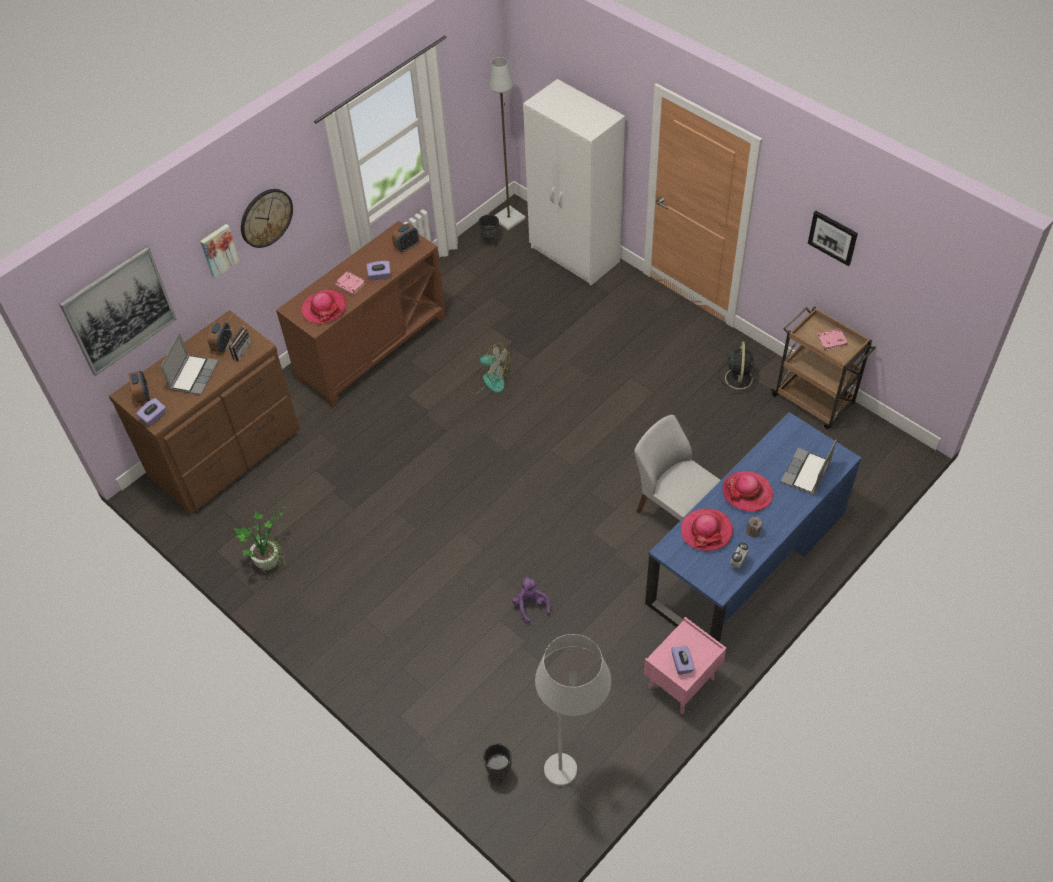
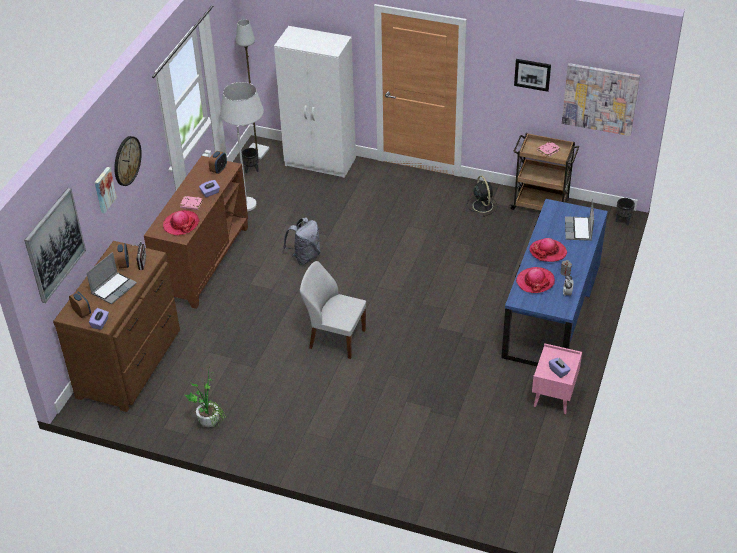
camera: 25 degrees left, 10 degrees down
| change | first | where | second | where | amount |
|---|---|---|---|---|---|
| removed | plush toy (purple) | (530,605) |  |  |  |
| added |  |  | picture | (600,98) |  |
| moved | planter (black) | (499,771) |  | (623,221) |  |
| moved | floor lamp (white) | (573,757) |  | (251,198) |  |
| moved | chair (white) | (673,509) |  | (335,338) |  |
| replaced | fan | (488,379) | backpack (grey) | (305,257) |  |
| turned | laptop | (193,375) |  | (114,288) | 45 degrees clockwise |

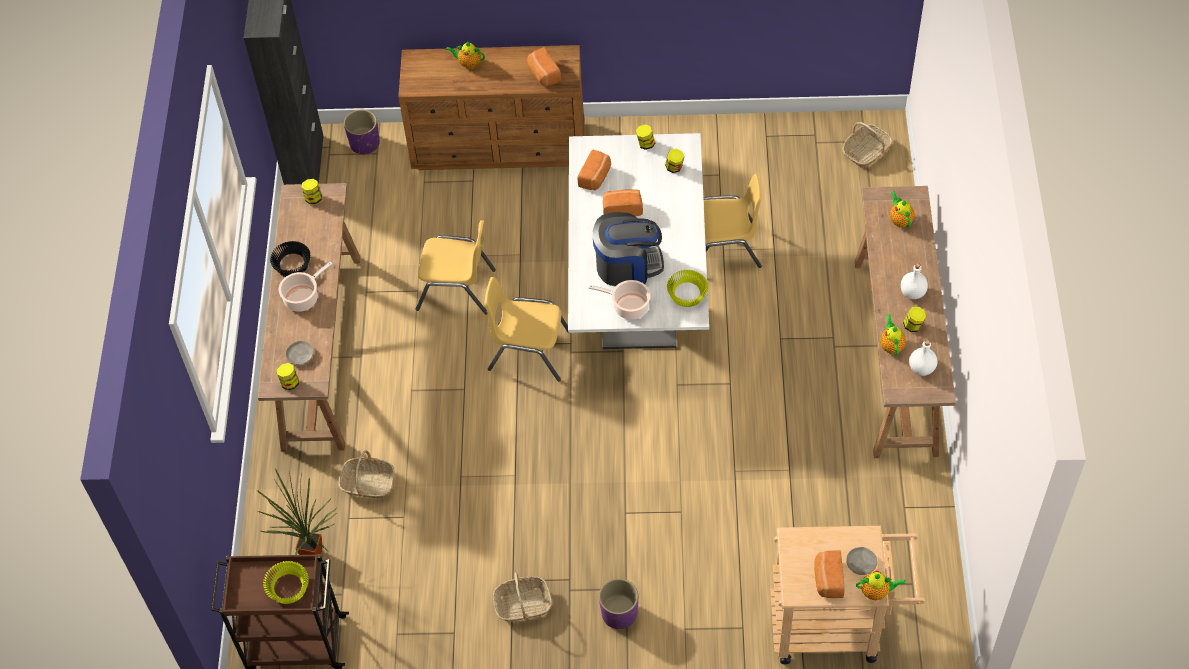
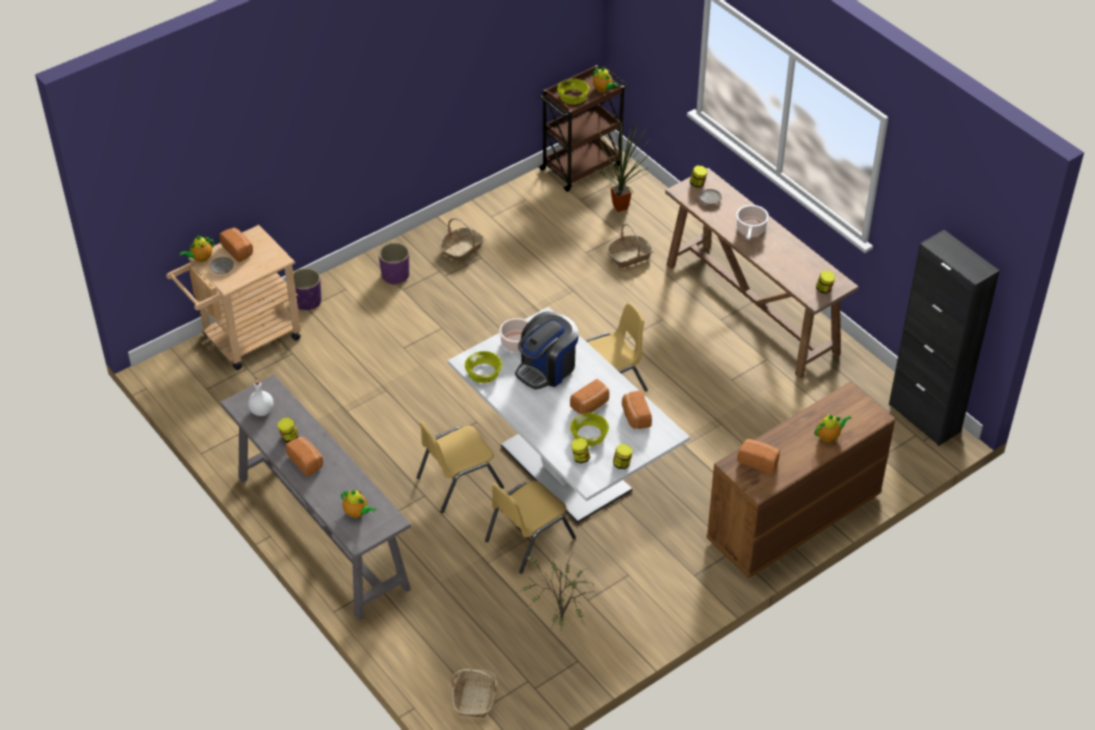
camera: 140 degrees right, 10 degrees down
| change | first | where | second | where | amount |
|---|---|---|---|---|---|
| removed | bowl (black) | (291,265) |  |  |  |
| added |  |  | potted plant | (558,622) |  |
| added |  |  | bowl (yellow) | (590,435) |  |
| moved | planter (purple) | (365,144) |  | (307,301) |  |
| moved | chair (yellow) | (456,289) |  | (458,482) |  |
| moved | teapot | (891,345) |  | (603,89) |  |
| replaced | bottle (white) | (912,292) | bread | (306,461) |  |
| recoloured | console table (brown) | (895,357) | console table (grey) | (321,531) |  |

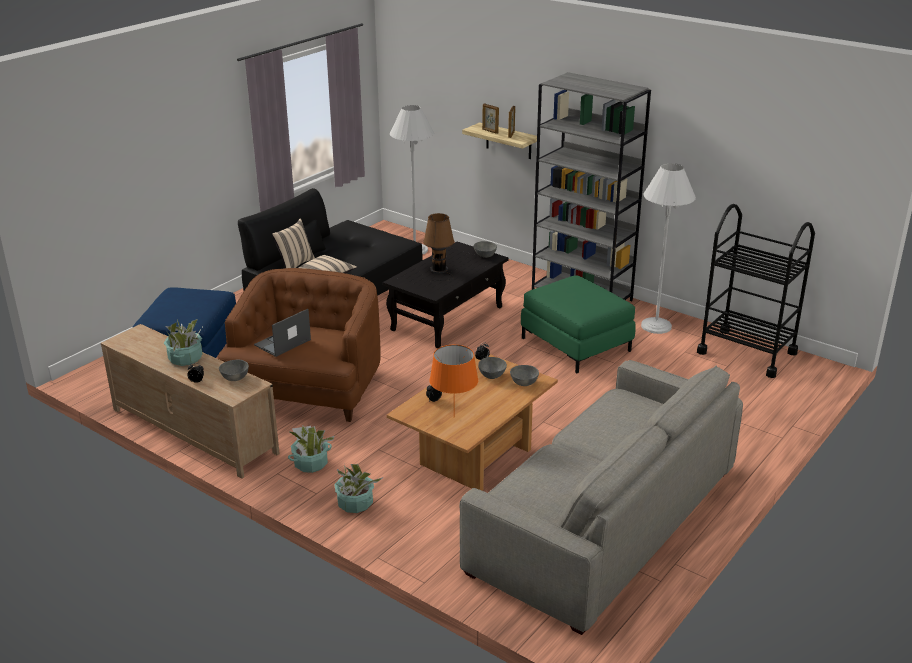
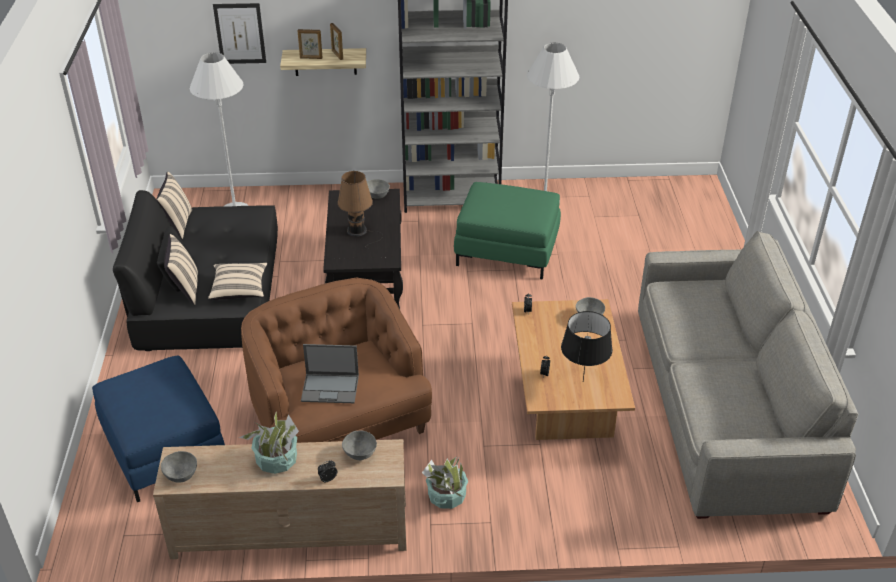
camera: 40 degrees left, 10 degrees up
| change | first | where | second | where | amount |
|---|---|---|---|---|---|
| removed | potted plant | (355,503) |  |  |  |
| removed | cart (black) | (746,352) |  |  |  |
| added |  |  | pillow (beige) | (177,224) |  |
| added |  |  | picture | (240,33) |  |
| moved | bowl (grey) | (492,375) |  | (181,474) |  |
| recoloured | table lamp (orange) | (454,417) | table lamp (black) | (582,381) |  |
| turned | laptop | (282,343) |  | (331,388) | 90 degrees counterclockwise |

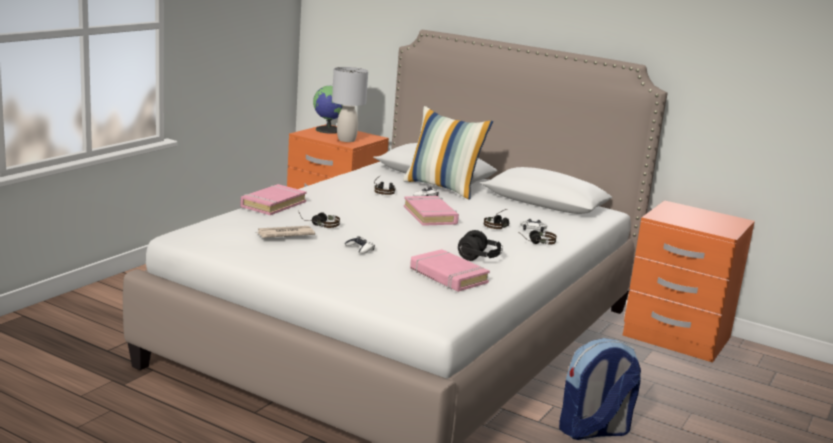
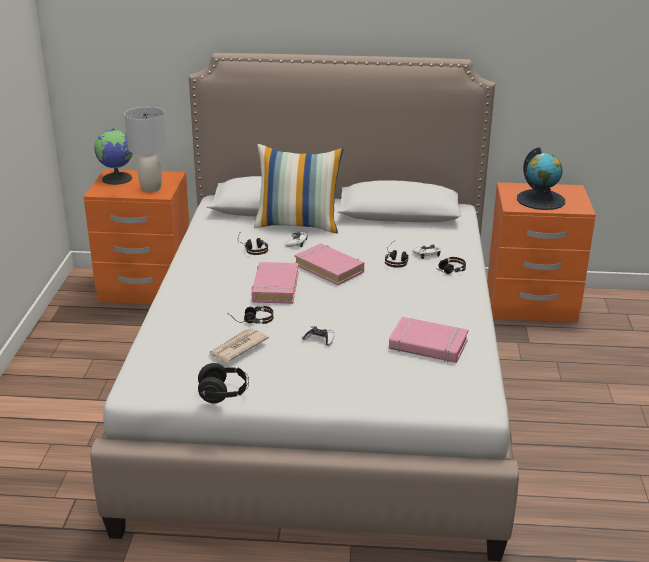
camera: 25 degrees left, 10 degrees up
| change | first | where | second | where | amount |
|---|---|---|---|---|---|
| removed | backpack | (593,431) |  |  |  |
| added |  |  | globe | (541,200) |  |
| moved | book (pink) | (273,204) |  | (275,287) |  |
| moved | headphones (black) | (479,258) |  | (224,394) |  |

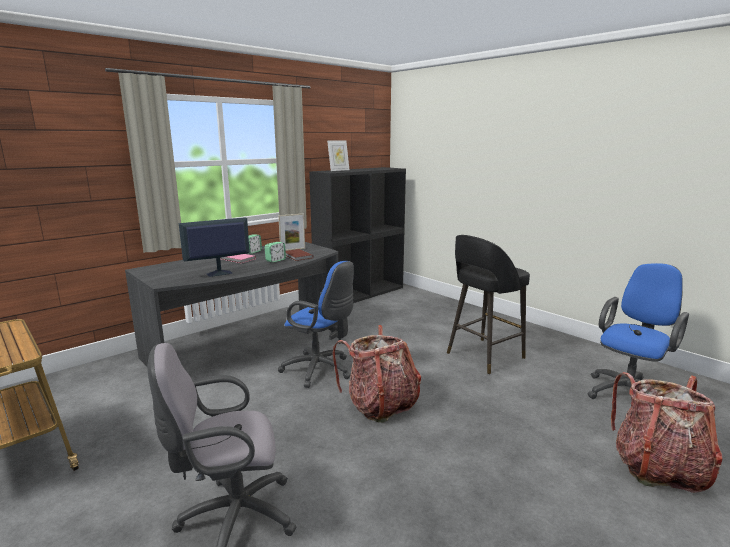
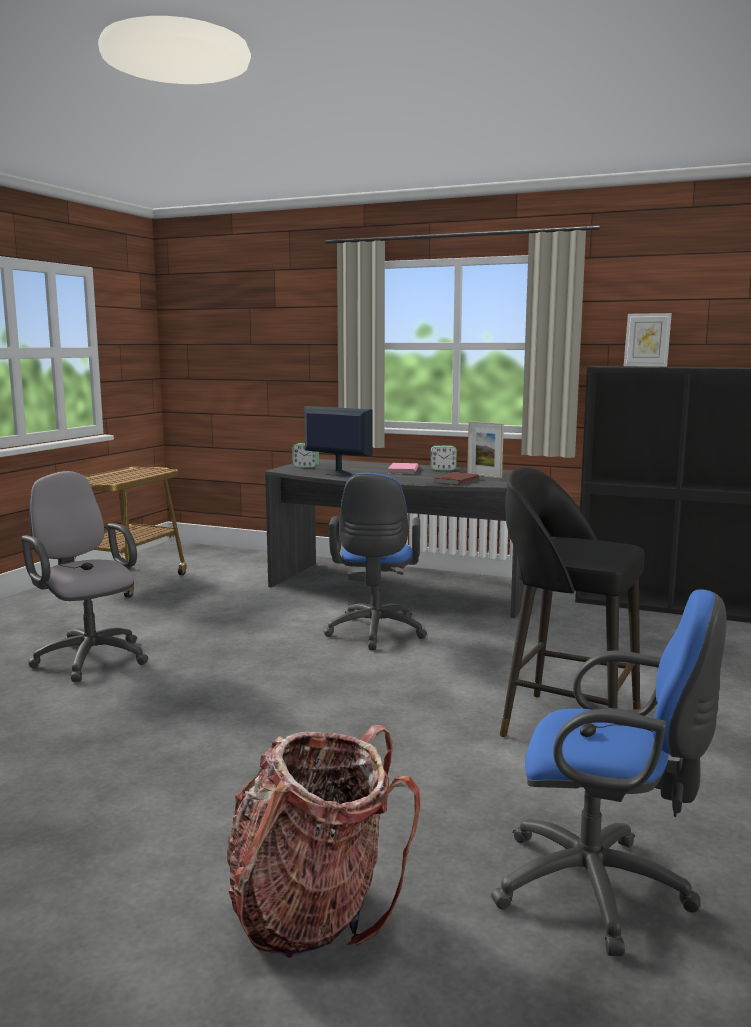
camera: 65 degrees right, 5 degrees down
| change | first | where | second | where | amount |
|---|---|---|---|---|---|
| removed | backpack | (380,405) |  |  |  |
| moved | alarm clock | (275,260) |  | (305,466) |  |

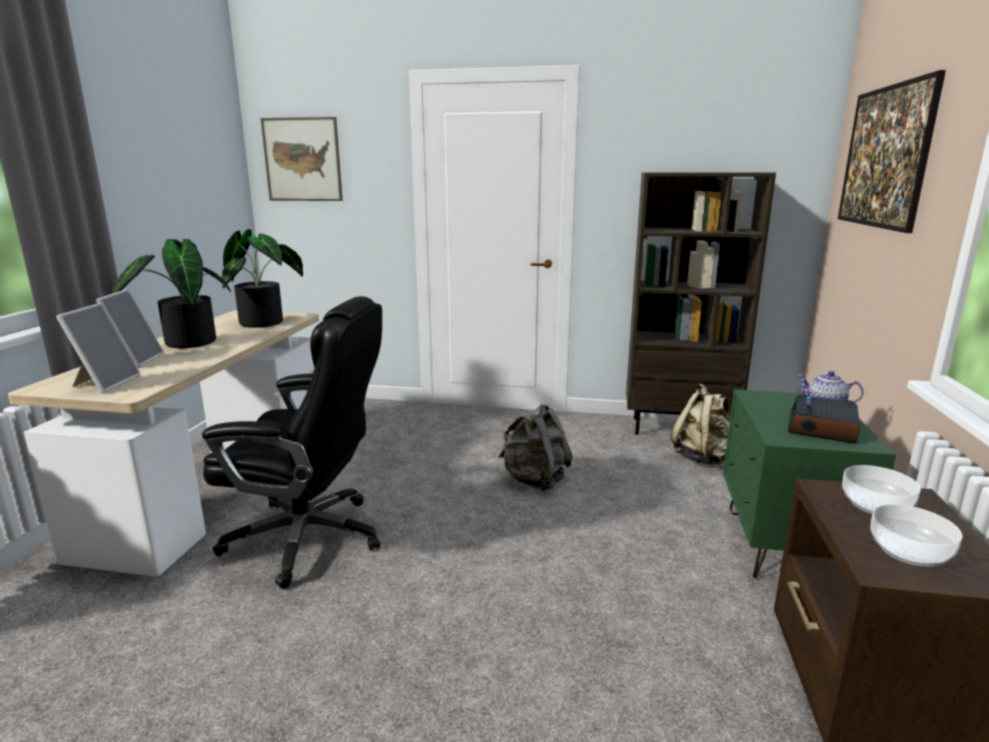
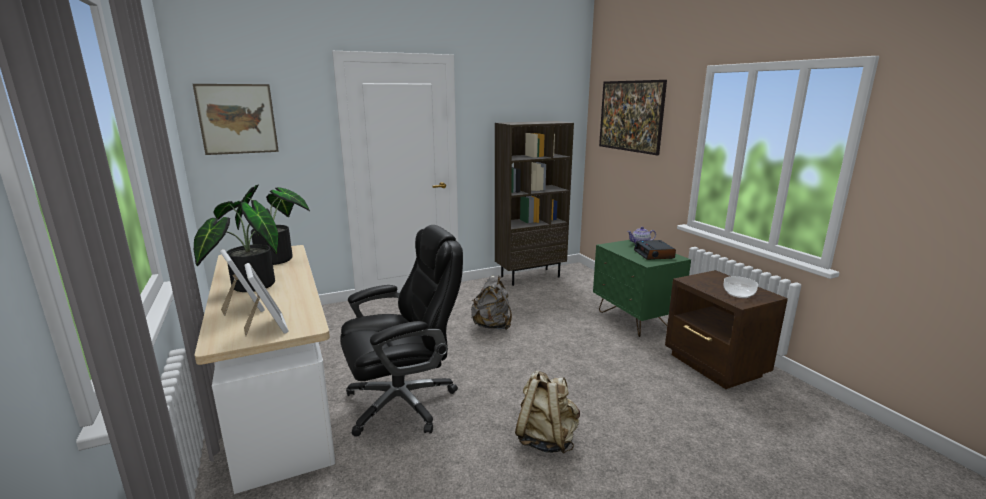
camera: 35 degrees left, 0 degrees up
| change | first | where | second | where | amount |
|---|---|---|---|---|---|
| removed | bowl | (876,505) |  |  |  |
| moved | backpack (beige) | (703,458) |  | (546,439) |  |

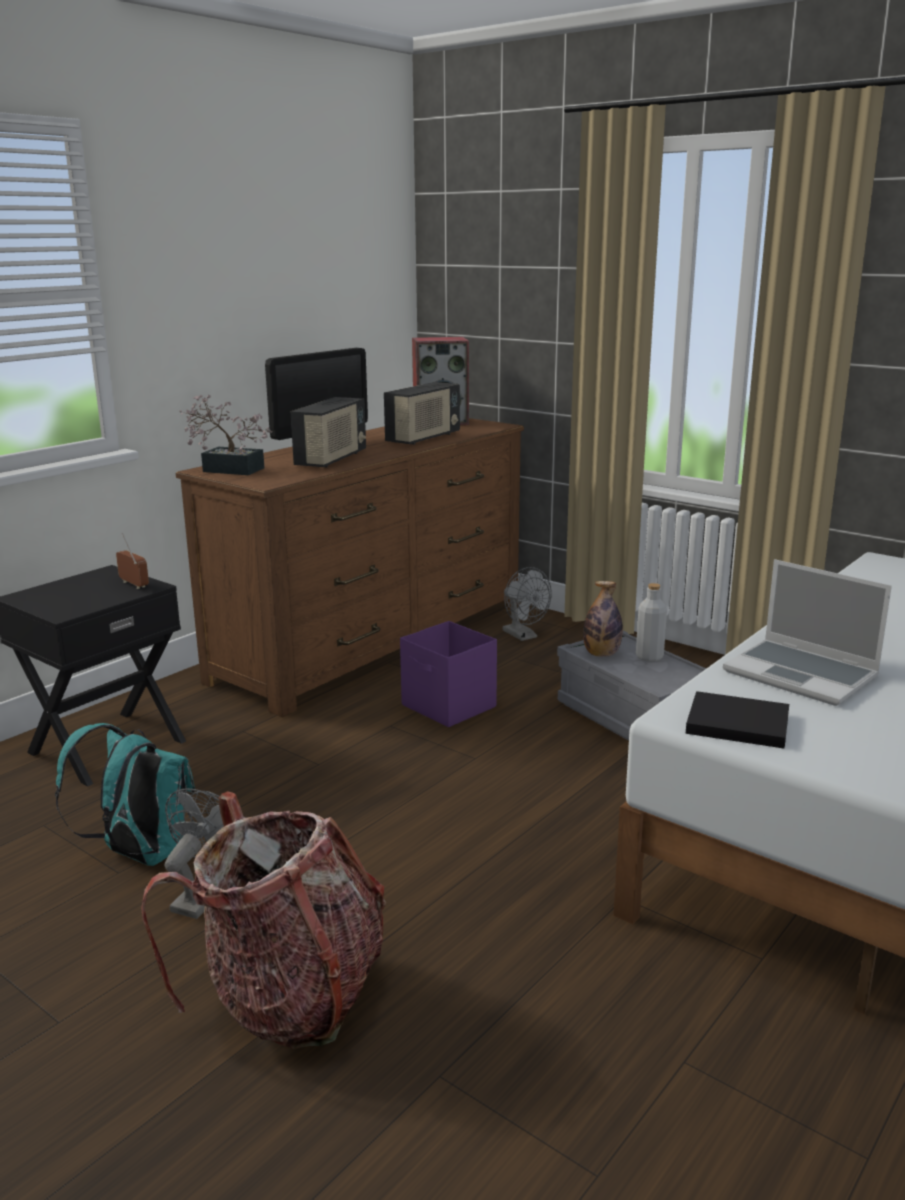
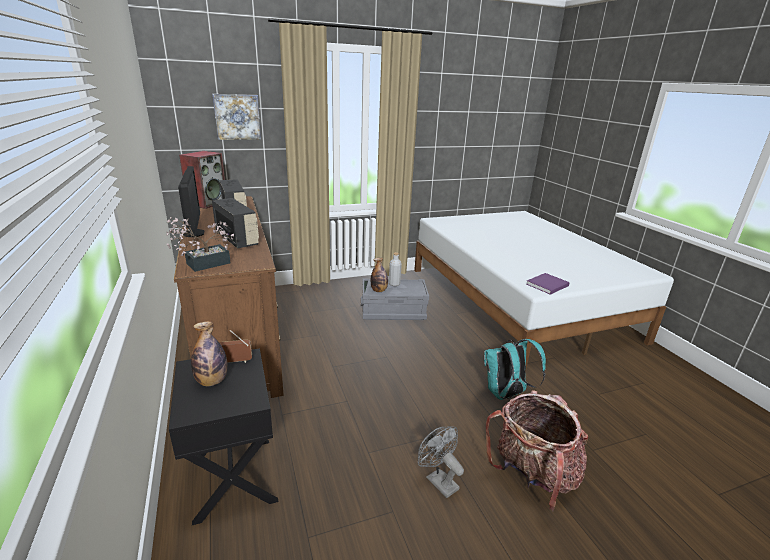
camera: 60 degrees left, 5 degrees up
| change | first | where | second | where | amount |
|---|---|---|---|---|---|
| removed | storage box (purple) | (449,706) |  |  |  |
| removed | fan (grey) | (523,636) |  |  |  |
| removed | laptop | (802,674) |  |  |  |
| added |  |  | bottle | (212,381) |  |
| added |  |  | picture | (237,117) |  |
| moved | backpack (turquoise) | (140,854) |  | (506,394) |  |
| recoloured | book (black) | (734,723) | book (purple) | (546,285) |  |

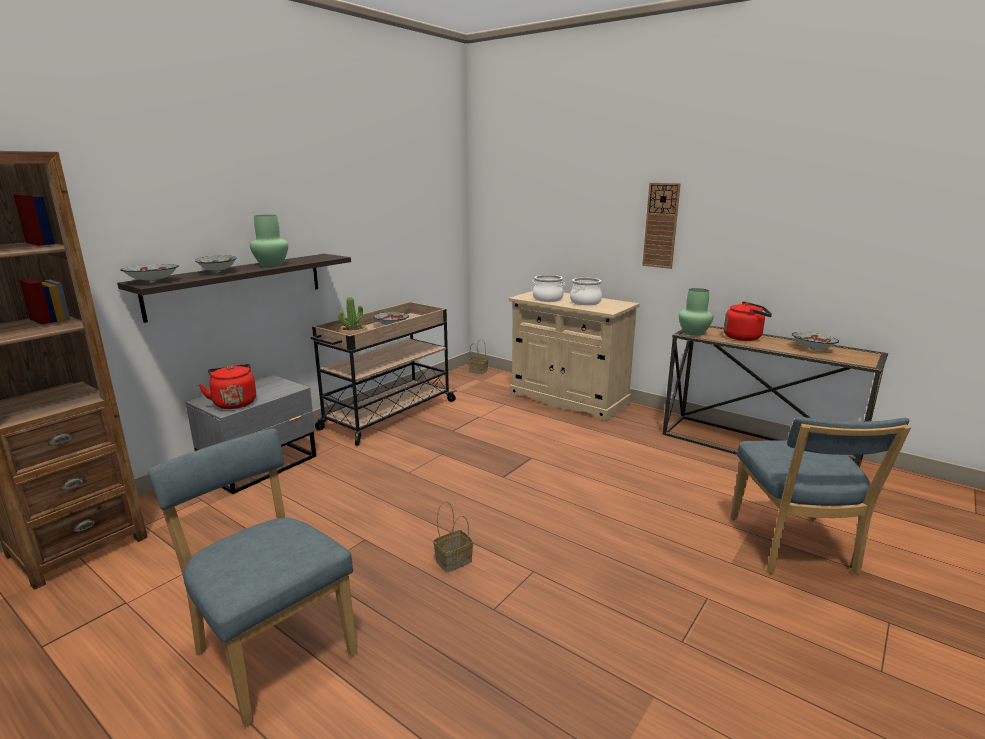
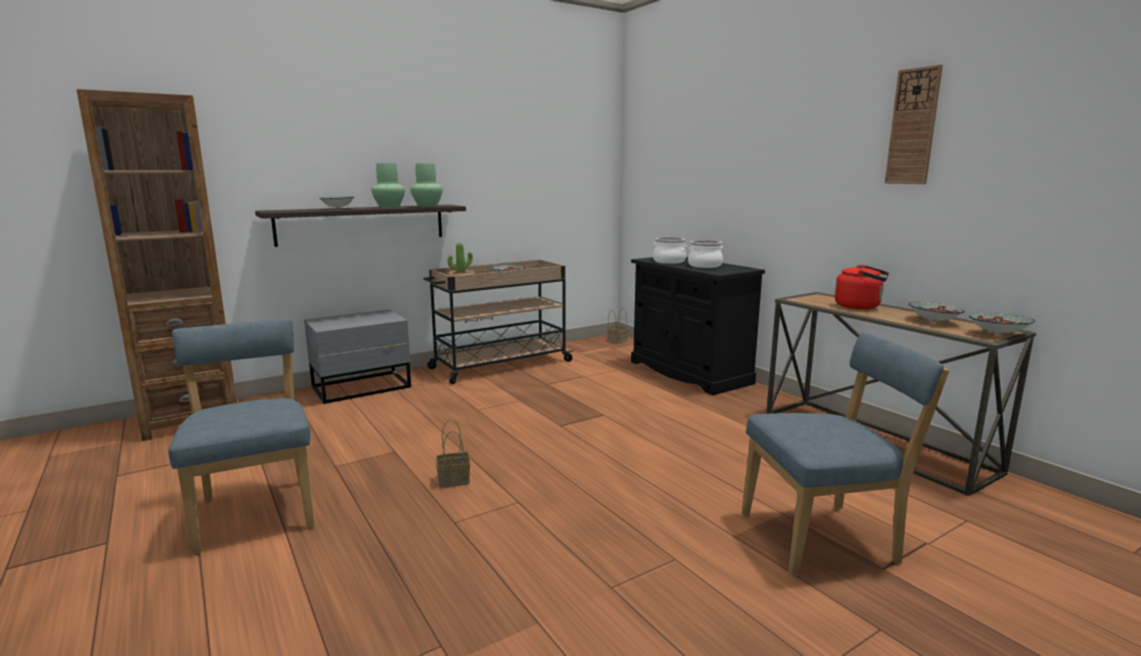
camera: 20 degrees right, 5 degrees down
| change | first | where | second | where | amount |
|---|---|---|---|---|---|
| removed | kettle (red) | (234,403) |  |  |  |
| moved | bowl | (152,282) |  | (999,334) |  |
| moved | wall clock | (661,225) |  | (913,127) |  |
| moved | vase (green) | (693,333) |  | (427,206) |  |
| recoloured | cabinet (beige) | (568,399) | cabinet (black) | (689,372) |  |
| turned | chair (blue) | (793,548) |  | (824,538) | 120 degrees counterclockwise |

